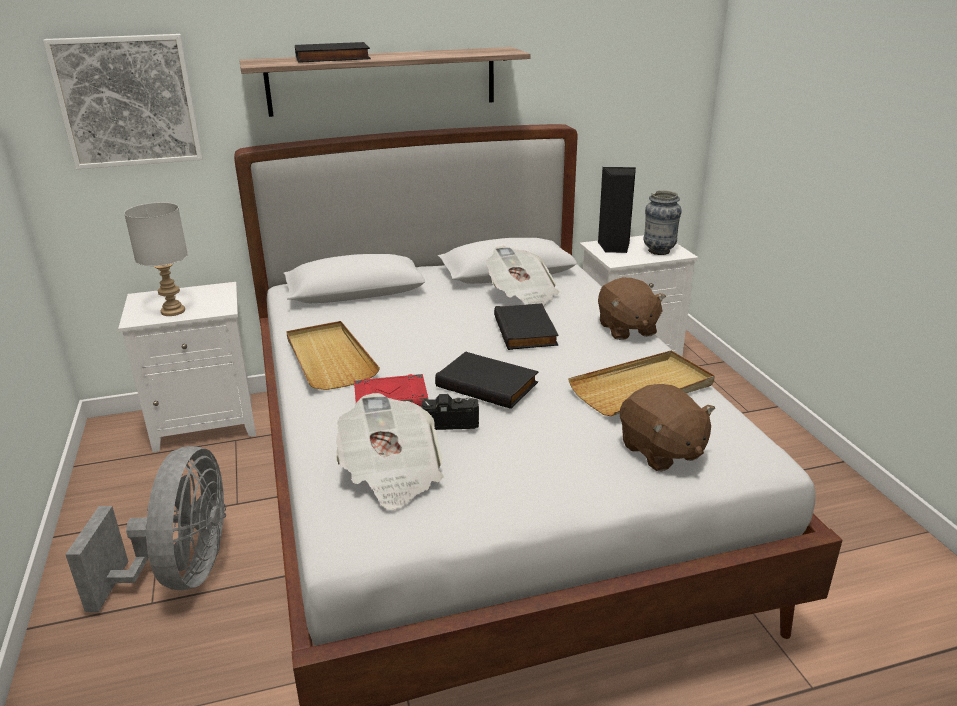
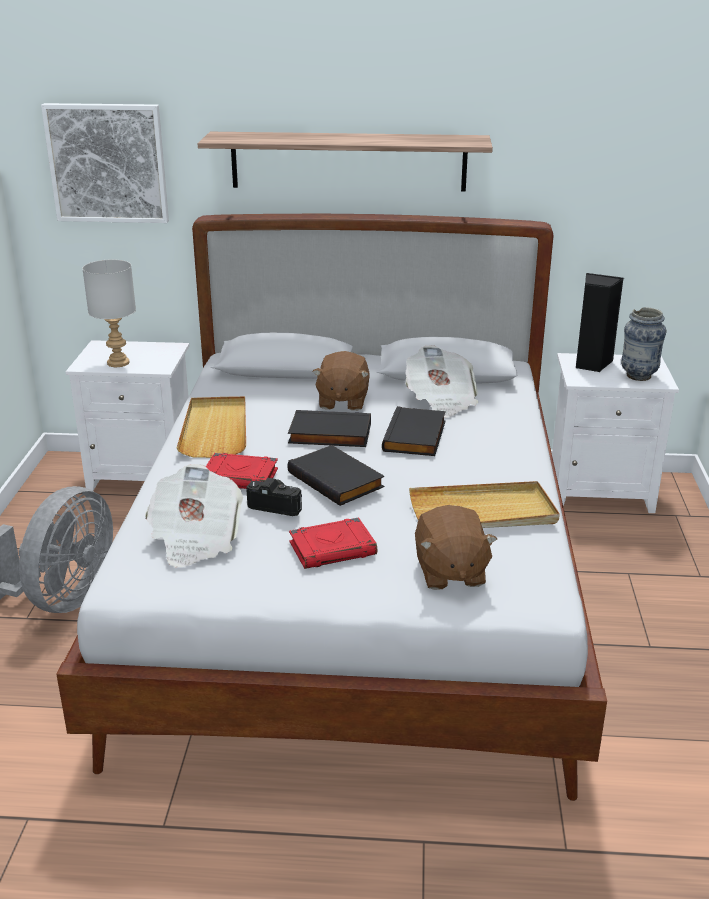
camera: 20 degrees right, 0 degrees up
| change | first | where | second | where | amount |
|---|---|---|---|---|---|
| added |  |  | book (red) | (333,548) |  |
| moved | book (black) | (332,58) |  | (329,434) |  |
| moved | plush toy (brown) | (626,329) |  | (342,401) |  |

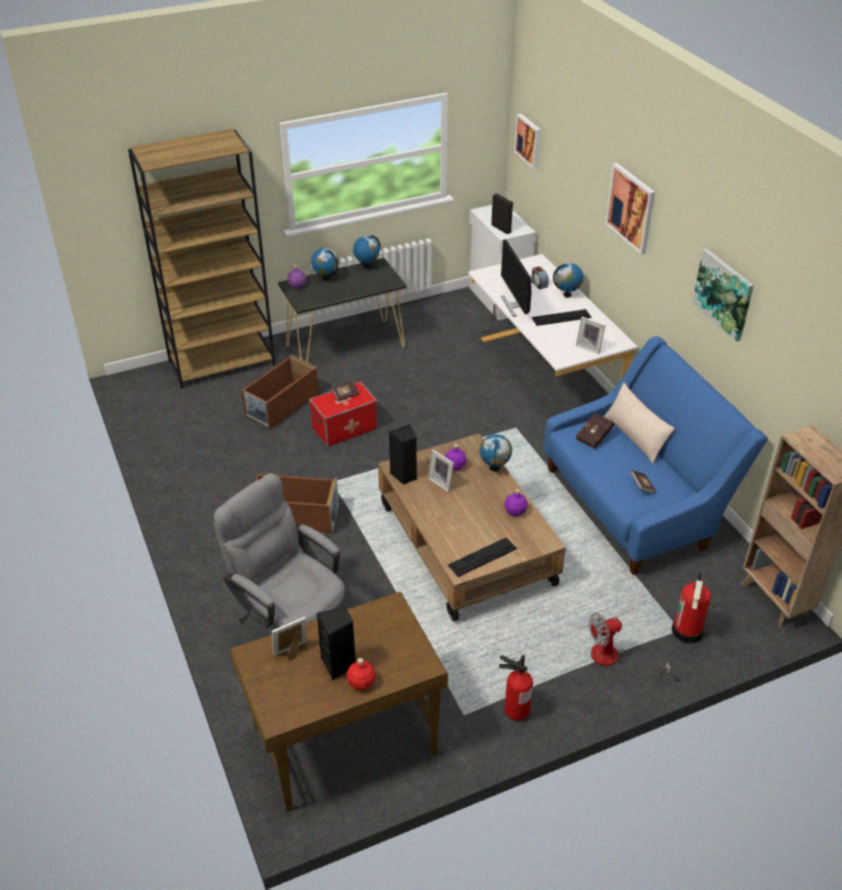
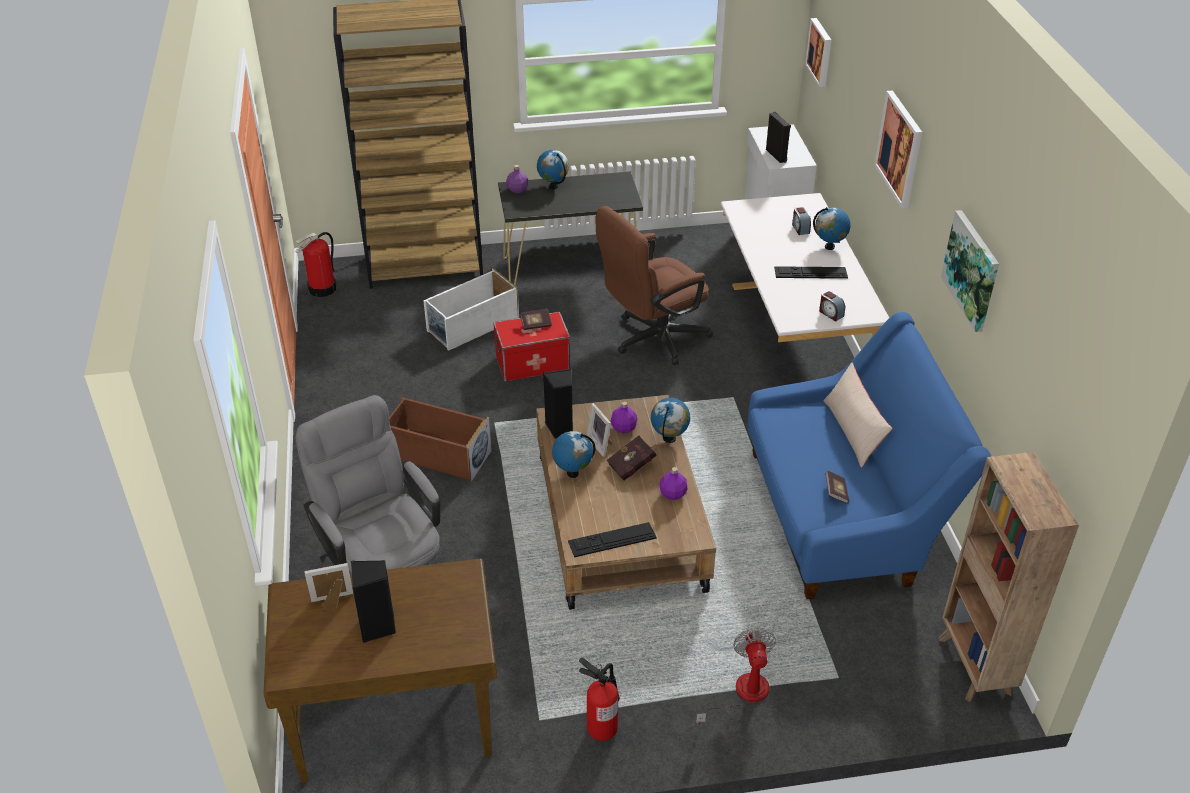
camera: 15 degrees right, 0 degrees up
| change | first | where | second | where | amount |
|---|---|---|---|---|---|
| removed | bottle (red) | (361,682) |  |  |  |
| removed | monitor | (514,305) |  |  |  |
| added |  |  | office chair (brown) | (652,339) |  |
| moved | globe | (367,266) |  | (572,473) |  |
| moved | book (red) | (595,437) |  | (633,466) |  |
| moved | fire extinguisher | (687,631) |  | (322,289) |  |
| replaced | picture frame | (590,347) | alarm clock | (830,313) |  |
| recoloured | storage box (brown) | (281,405) | storage box (white) | (472,325) |  |
| turned | fan | (614,660) |  | (743,695) | 90 degrees clockwise |

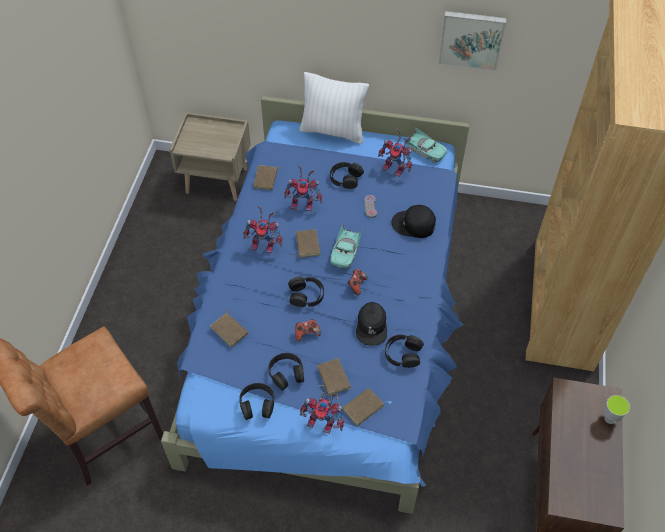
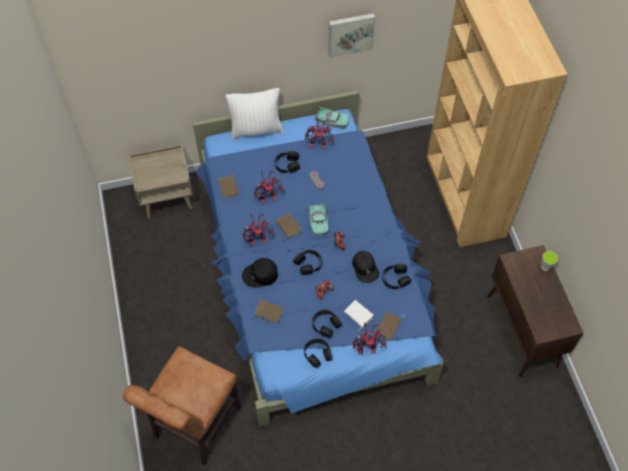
camera: 25 degrees left, 5 degrees up
| change | first | where | second | where | amount |
|---|---|---|---|---|---|
| moved | cap (black) | (414,225) |  | (260,275) |  |
| recoloured | book (brown) | (332,378) | book (white) | (358,315) |  |

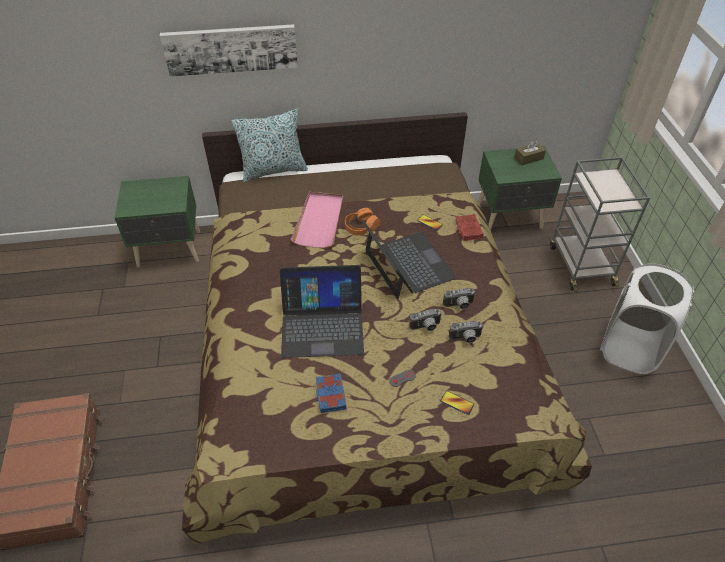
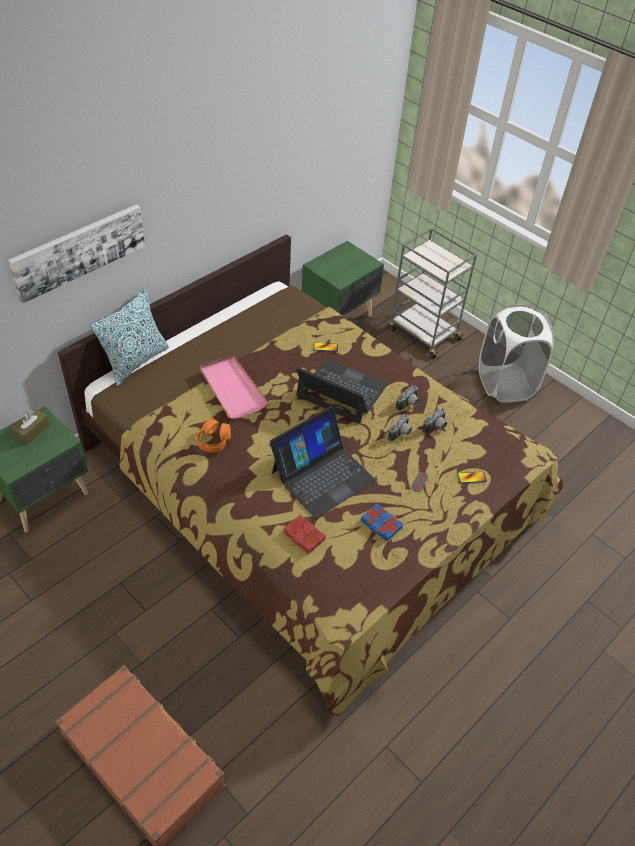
camera: 40 degrees left, 0 degrees up
| change | first | where | second | where | amount |
|---|---|---|---|---|---|
| moved | headphones (orange) | (361,227) |  | (213,441) |  |
| moved | book (red) | (468,230) |  | (303,536) |  |
| moved | tissue box (brown) | (528,158) |  | (32,431) |  |

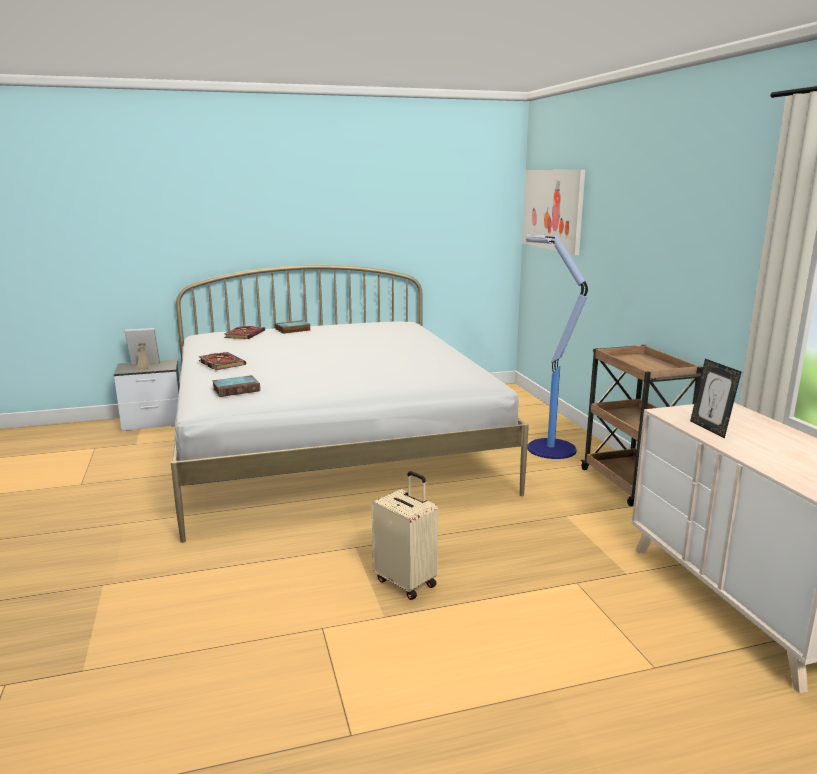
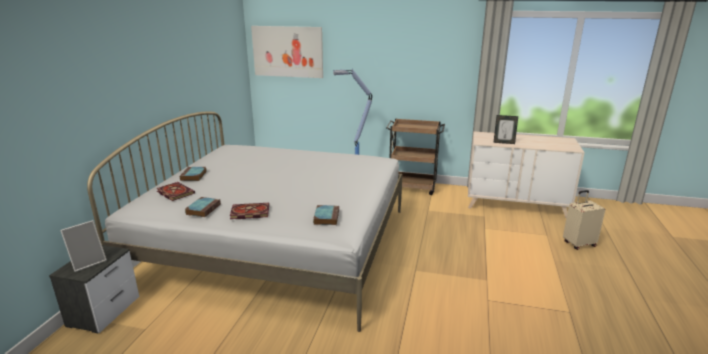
camera: 60 degrees left, 5 degrees up
| change | first | where | second | where | amount |
|---|---|---|---|---|---|
| added |  |  | book | (203,209) |  |
| moved | suitcase (beige) | (406,582) |  | (578,244) |  |
| turned | picture frame | (144,366) |  | (88,262) | 150 degrees counterclockwise |

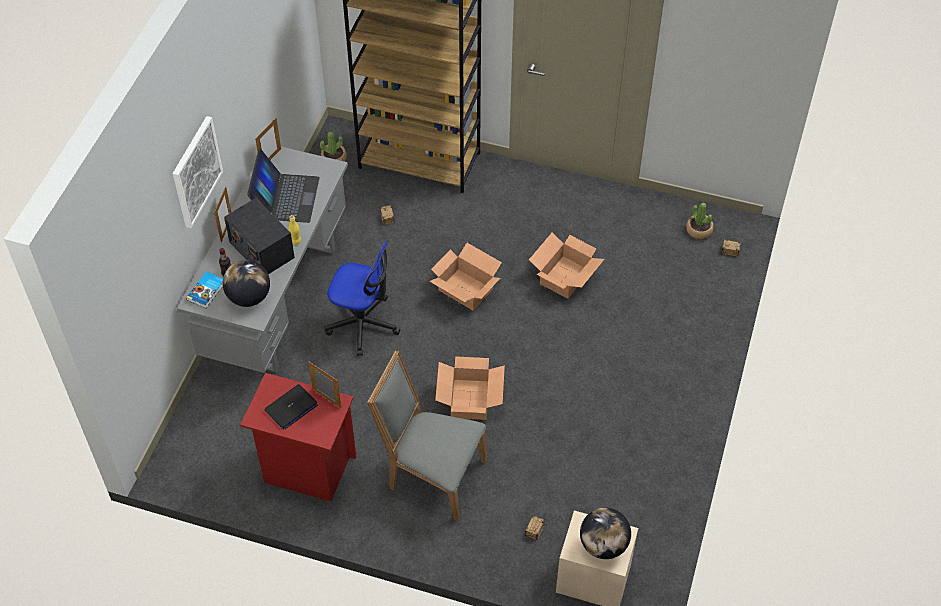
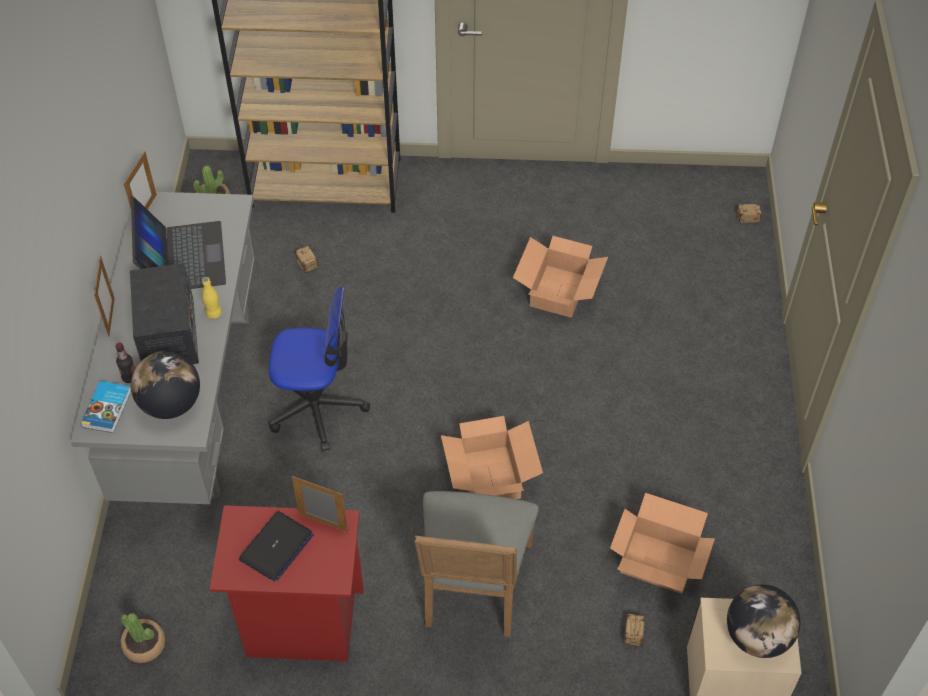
camera: 15 degrees left, 0 degrees up
| change | first | where | second | where | amount |
|---|---|---|---|---|---|
| removed | picture | (196,171) |  |  |  |
| moved | cardboard box | (465,290) |  | (658,563) |  |
| moved | potted plant | (699,230) |  | (144,645) |  |
| turned | radio | (261,249) |  | (169,334) | 135 degrees counterclockwise |
| turned | chair (grey) | (431,475) |  | (473,590) | 90 degrees counterclockwise |

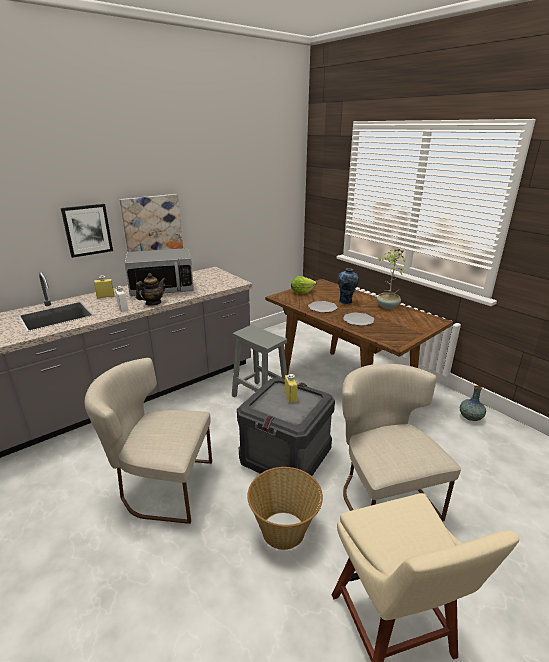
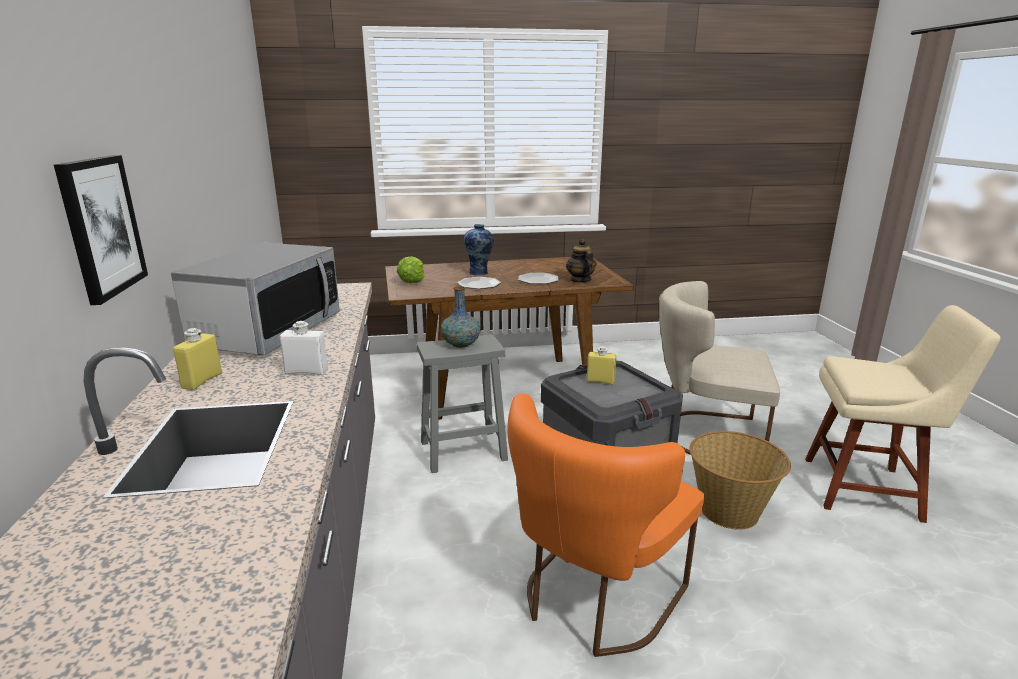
camera: 60 degrees left, 5 degrees down
| change | first | where | second | where | amount |
|---|---|---|---|---|---|
| removed | picture | (152,226) |  |  |  |
| removed | potted plant | (387,306) |  |  |  |
| moved | teapot | (153,303) |  | (580,280) |  |
| moved | vase | (470,417) |  | (460,344) |  |
| recoloured | chair (beige) | (161,486) | chair (orange) | (593,600) |  |

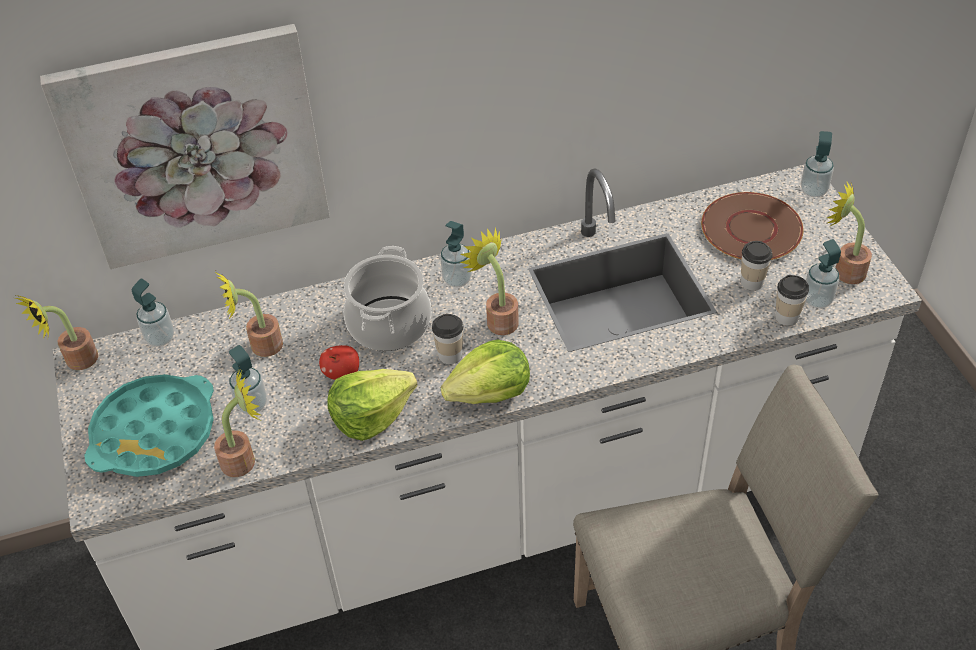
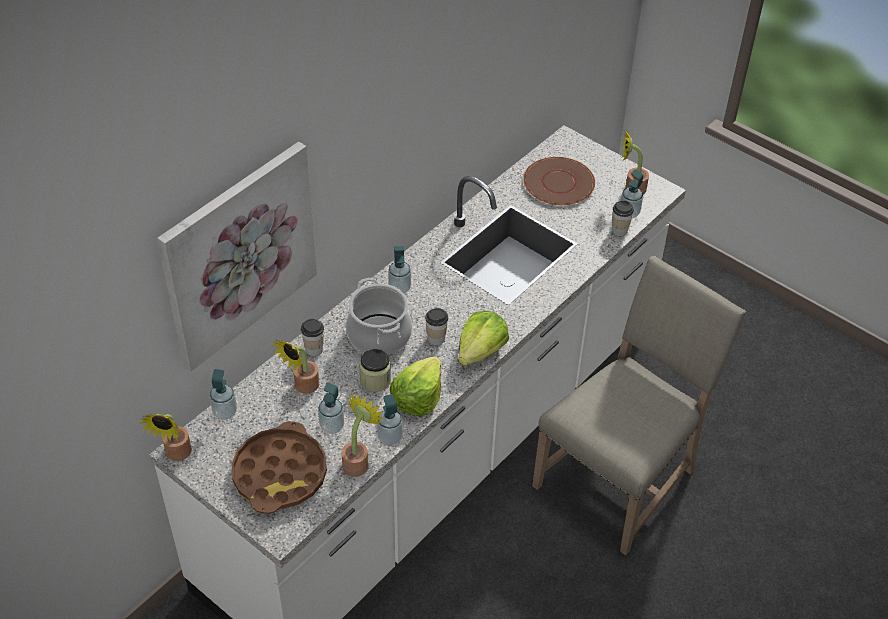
camera: 35 degrees left, 0 degrees up
| change | first | where | second | where | amount |
|---|---|---|---|---|---|
| removed | potted plant | (498,319) |  |  |  |
| moved | cup | (751,282) |  | (314,349) |  |
| moved | soap dispenser | (813,190) |  | (390,437) |  |
| replaced | apple | (342,373) | jar | (375,380) |  |
| recoloured | tray (turquoise) | (154,433) | tray (brown) | (280,474) |  |

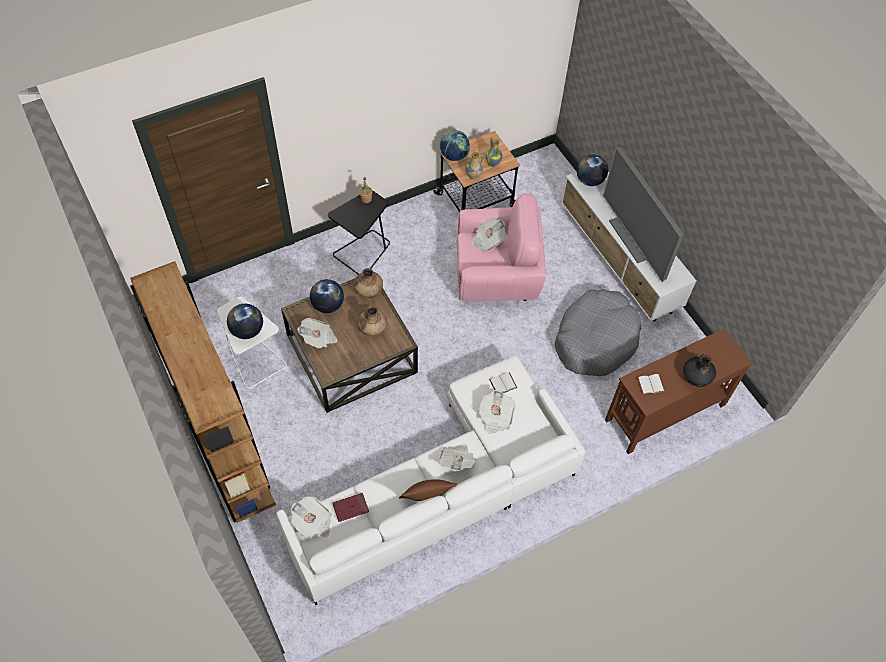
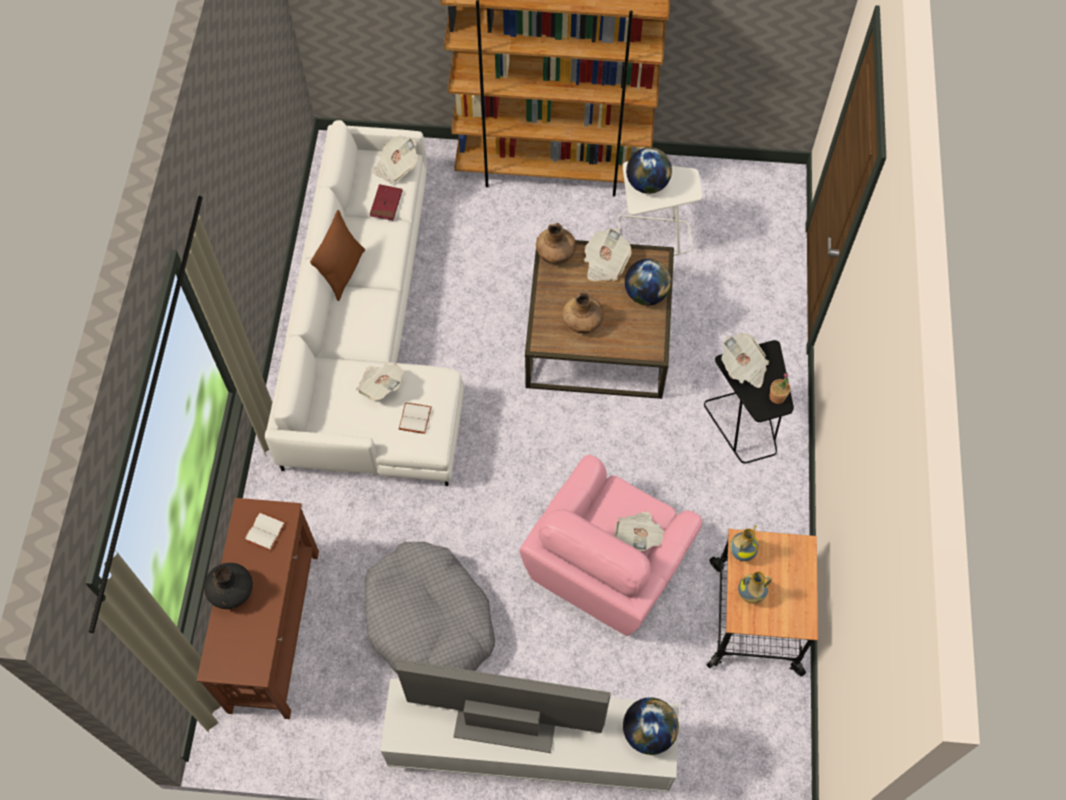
camera: 125 degrees right, 5 degrees up
| change | first | where | second | where | amount |
|---|---|---|---|---|---|
| removed | globe | (454,156) |  |  |  |
| moved | vase (brown) | (368,291) |  | (556,254) |  |
| moved | newspaper | (457,461) |  | (743,368) |  |

